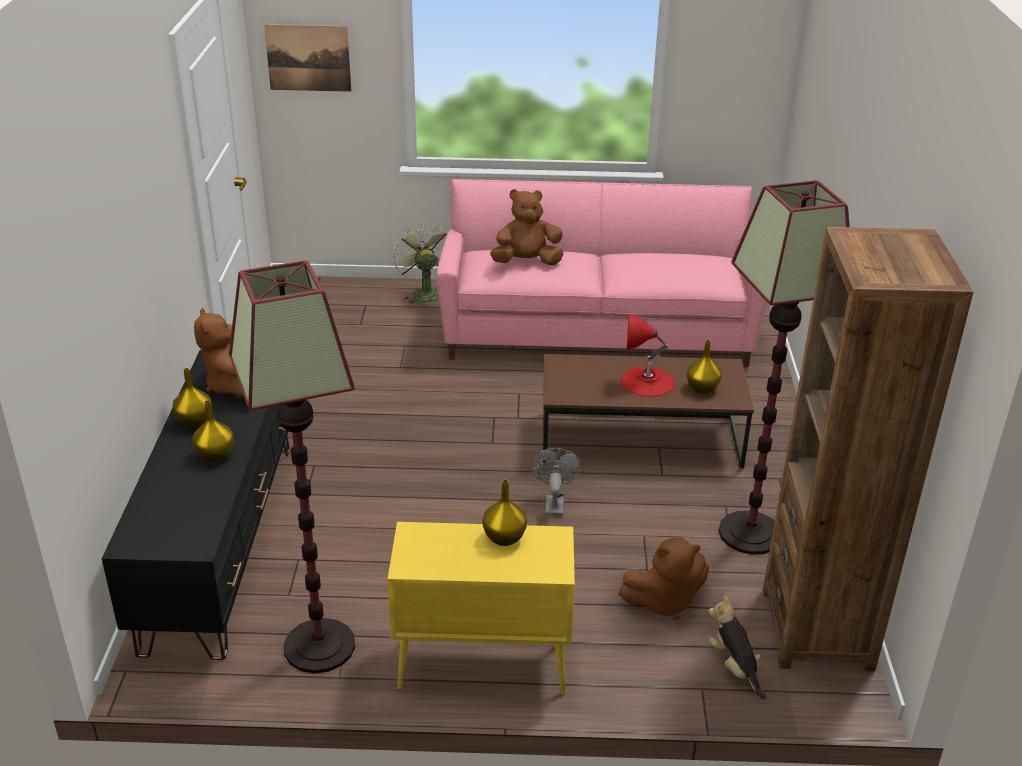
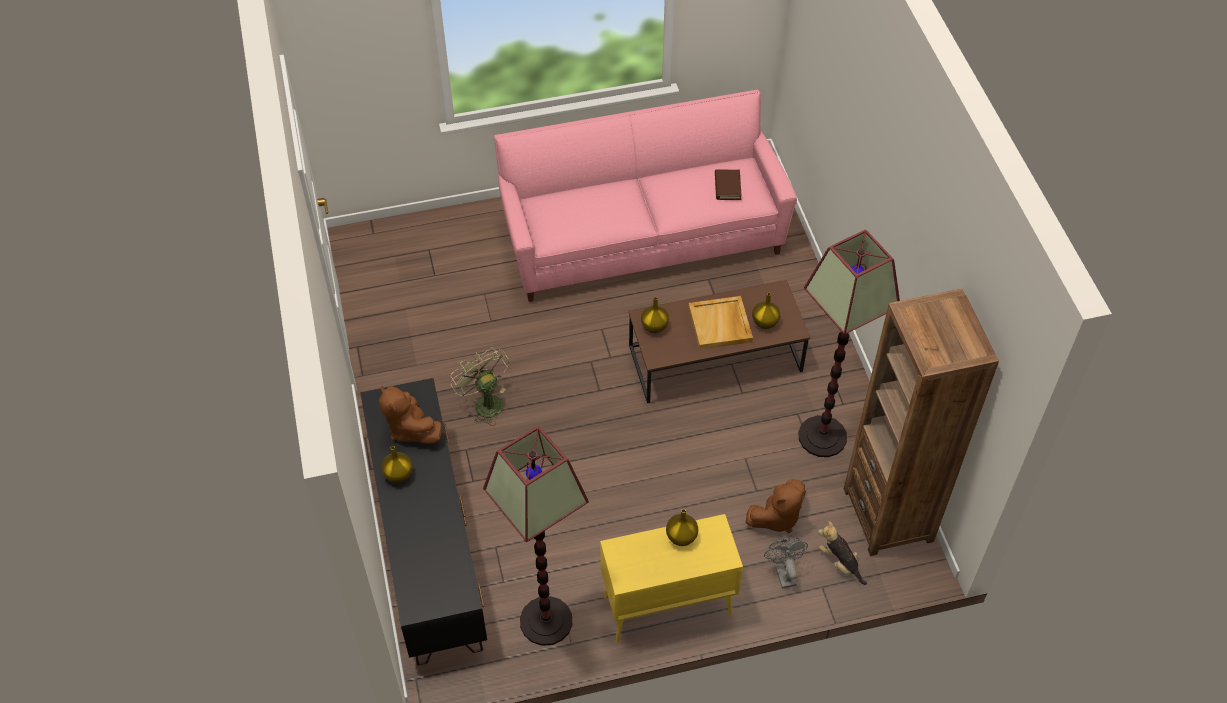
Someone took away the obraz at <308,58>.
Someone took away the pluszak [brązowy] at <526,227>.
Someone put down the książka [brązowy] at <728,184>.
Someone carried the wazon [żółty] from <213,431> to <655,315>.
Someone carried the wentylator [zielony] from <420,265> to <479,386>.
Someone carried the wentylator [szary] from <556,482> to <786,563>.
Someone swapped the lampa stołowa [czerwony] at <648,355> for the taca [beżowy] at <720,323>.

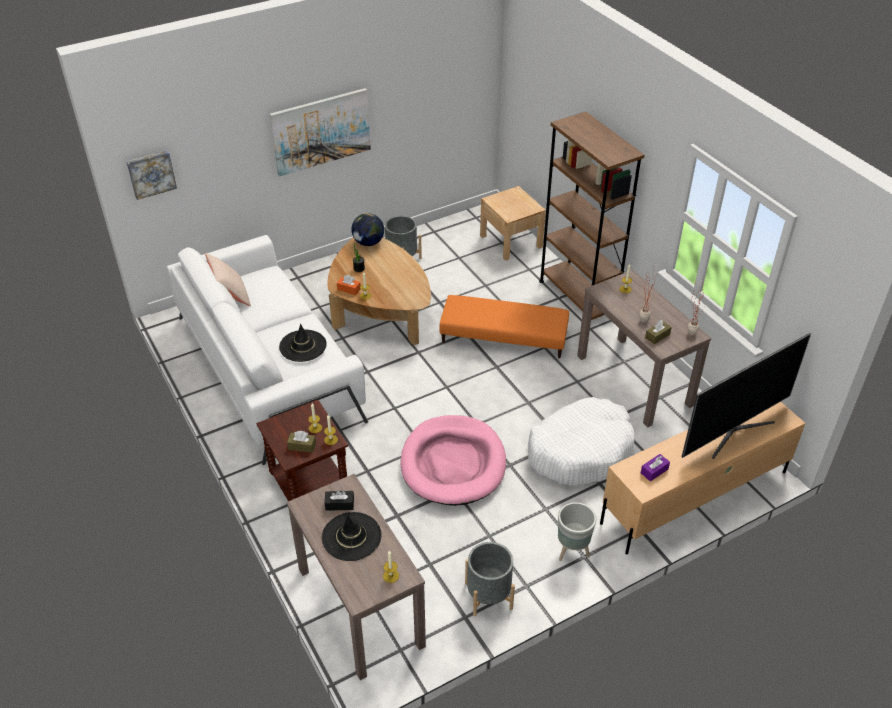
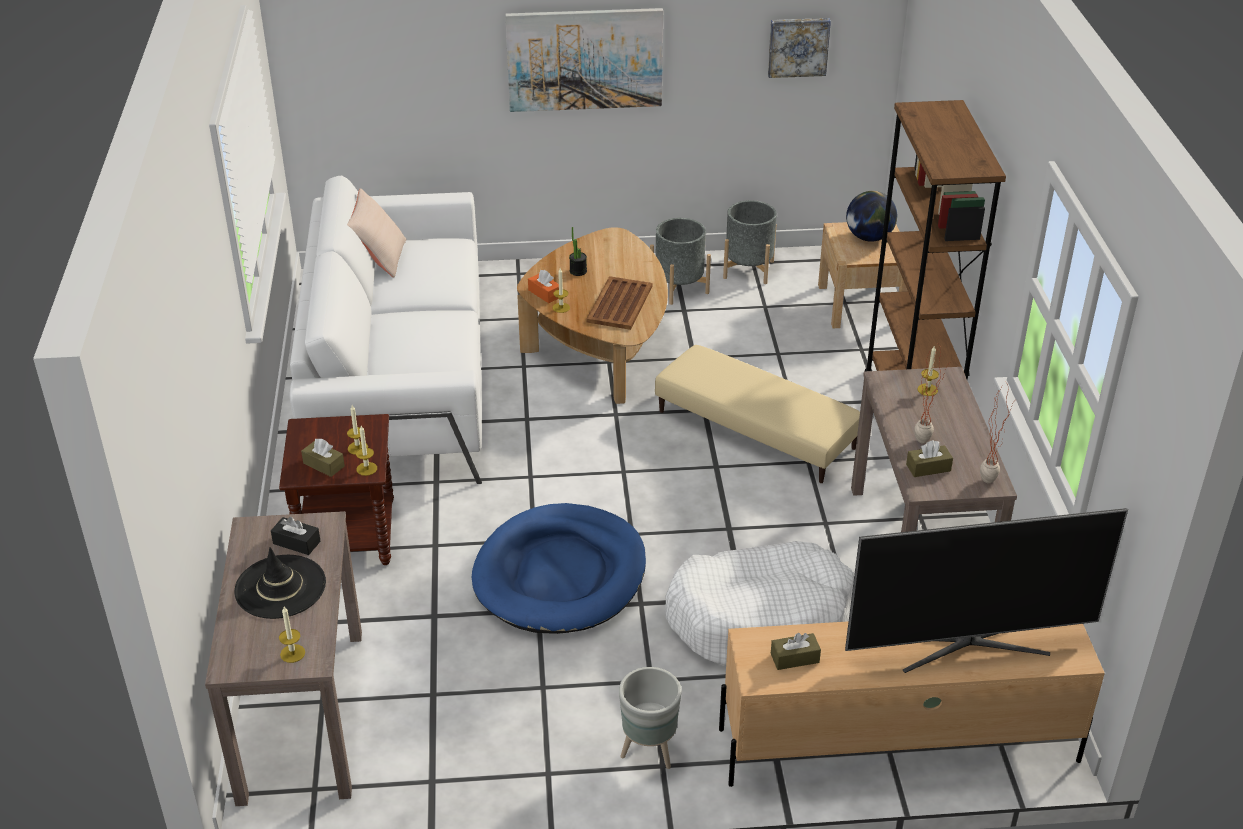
Someone took away the kapelusz [czarny] at <303,343>.
Someone put down the taca [brązowy] at <619,303>.
Someone carried the obraz from <151,175> to <799,48>.
Someone carried the globus from <367,229> to <871,216>.
Someone carried the donica [szary] from <490,579> to <750,242>.
Someone repainted the legowisko [różowy] at <453,460>, which became the legowisko [niebieski] at <559,568>.
Someone repainted the pufa [pomarańczowy] at <504,326>, which became the pufa [beżowy] at <757,414>.
Someone repainted the pudełko chusteczek [fioletowy] at <655,467>, which became the pudełko chusteczek [brązowy] at <796,651>.

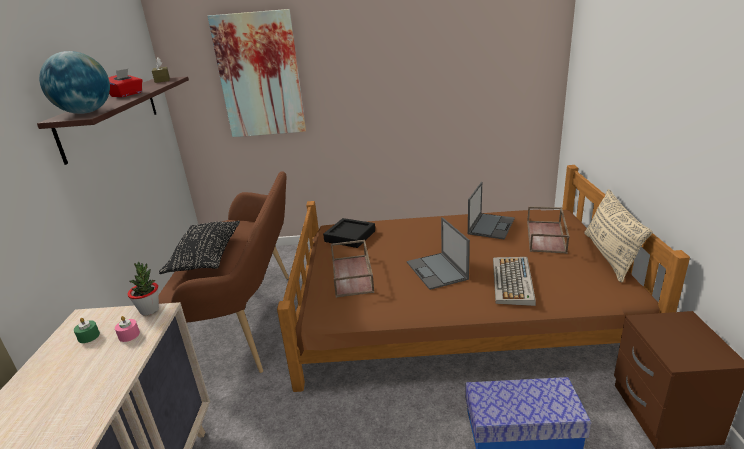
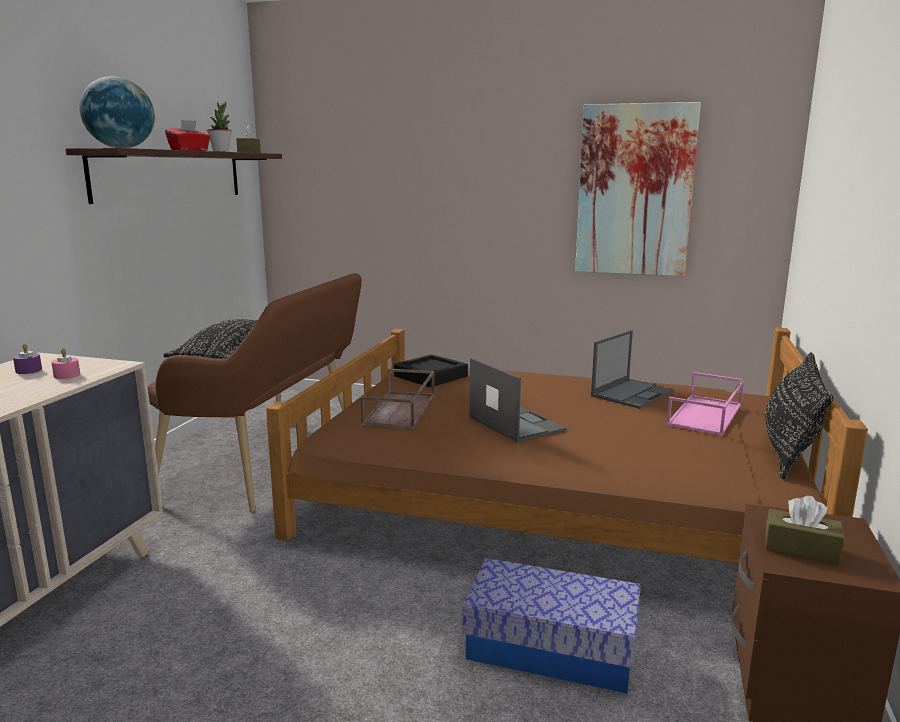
Someone took away the klawiatura at <514,281>.
Someone put down the pudełko chusteczek [brązowy] at <805,530>.
Someone carried the roślina doniczkowa from <143,288> to <219,127>.
Someone carried the obraz from <257,73> to <638,189>.
Someone repainted the świeca [zielony] at <87,330>, which became the świeca [fioletowy] at <27,359>.
Someone repainted the taca [brązowy] at <548,230>, which became the taca [różowy] at <705,404>.
Someone repainted the poduszka [beżowy] at <618,236>, which became the poduszka [czarny] at <799,415>.
Someone rotated the laptop at <438,253> by 150 degrees clockwise.

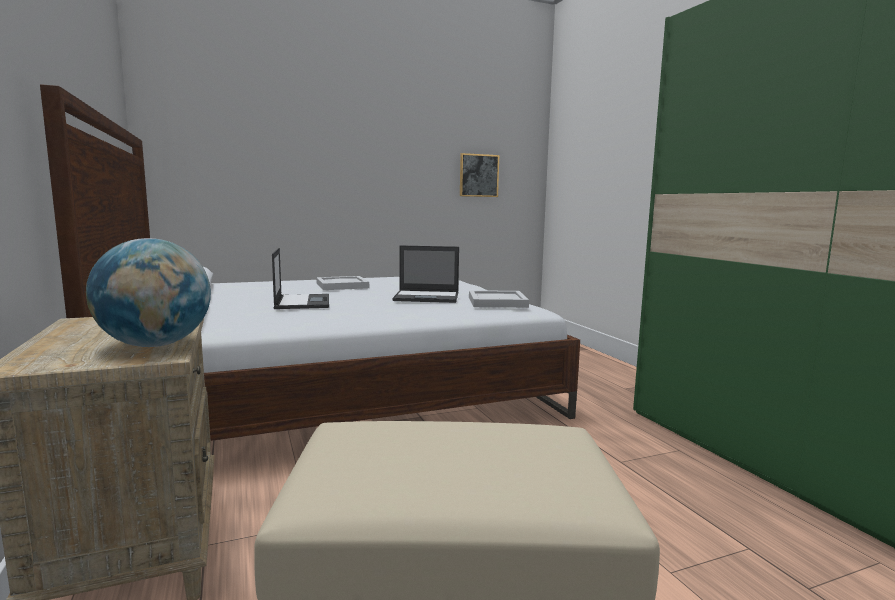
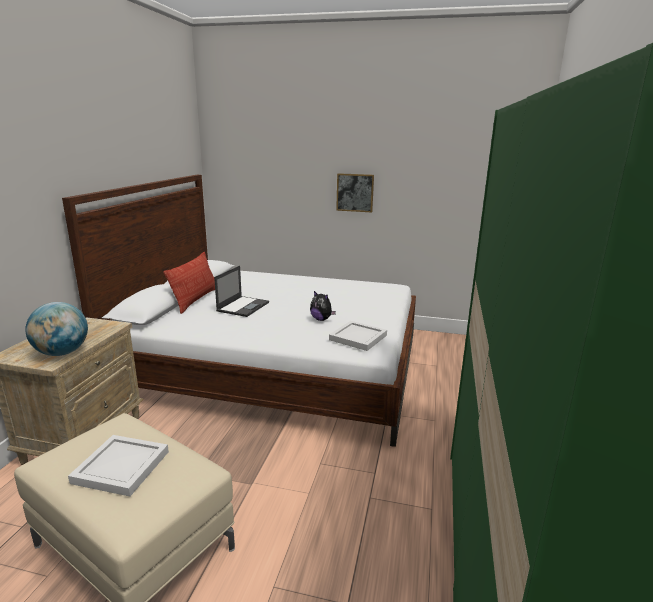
Someone put down the poduszka at <189,283>.
Someone carried the taca [biały] from <342,283> to <118,466>.
Someone carried the obraz from <479,175> to <355,192>.
Someone swapped the laptop at <425,274> for the pluszak at <323,306>.

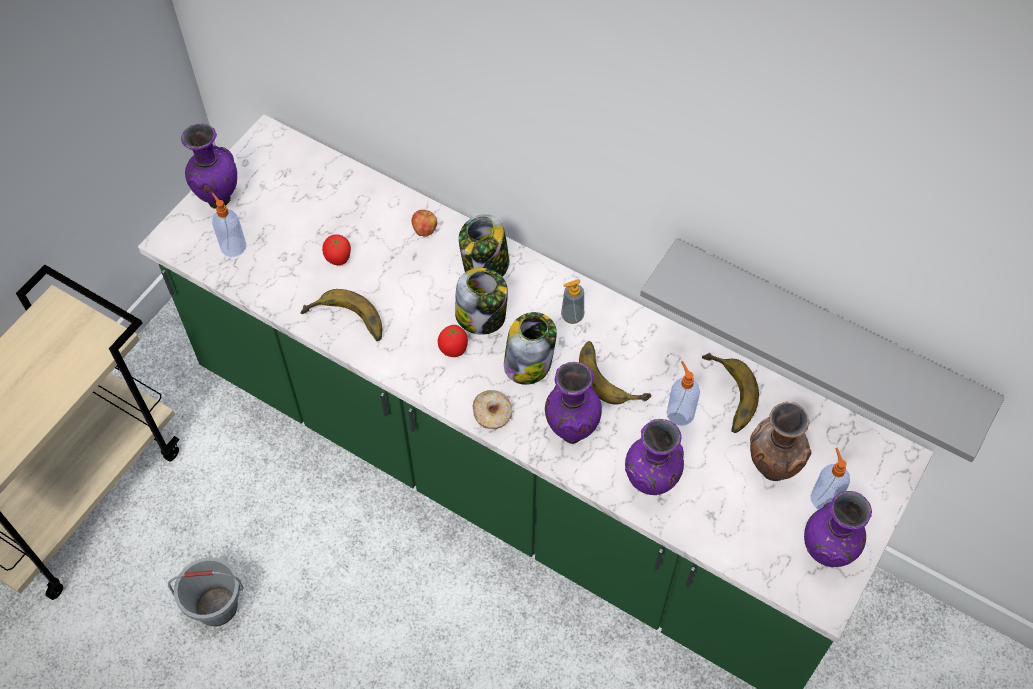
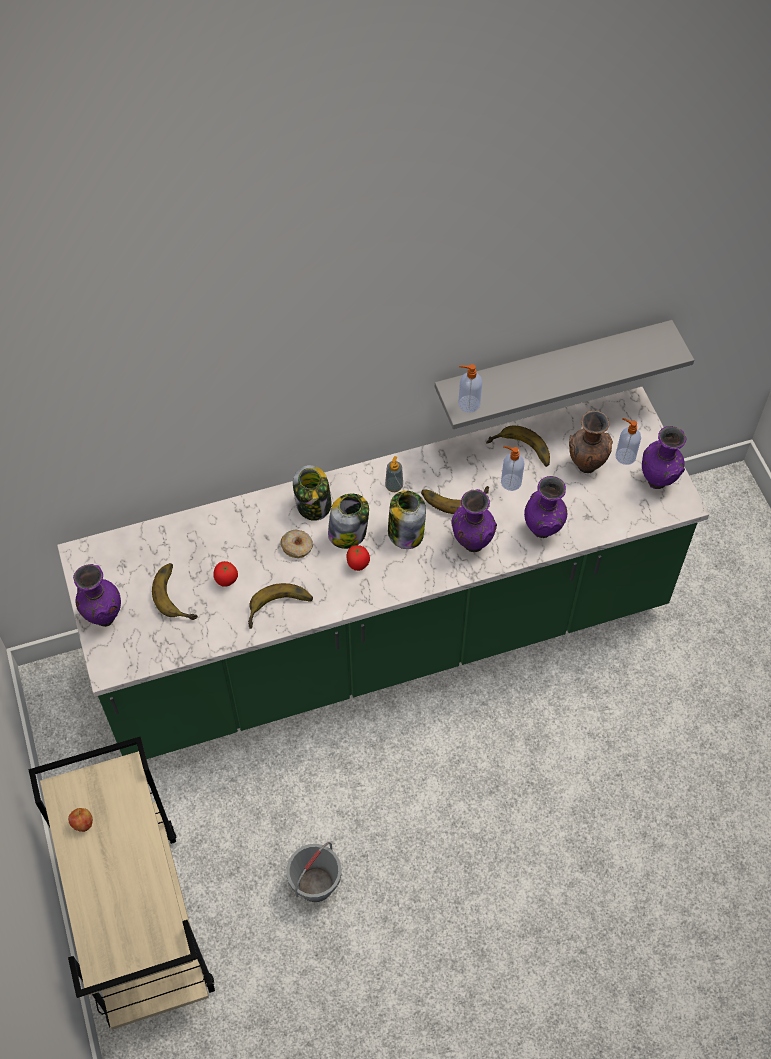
Someone put down the banan at <175,591>.
Someone carried the dozownik mydła from <229,225> to <470,388>.
Someone carried the jabłko from <424,223> to <80,820>.
Someone carried the donut from <492,409> to <296,543>.

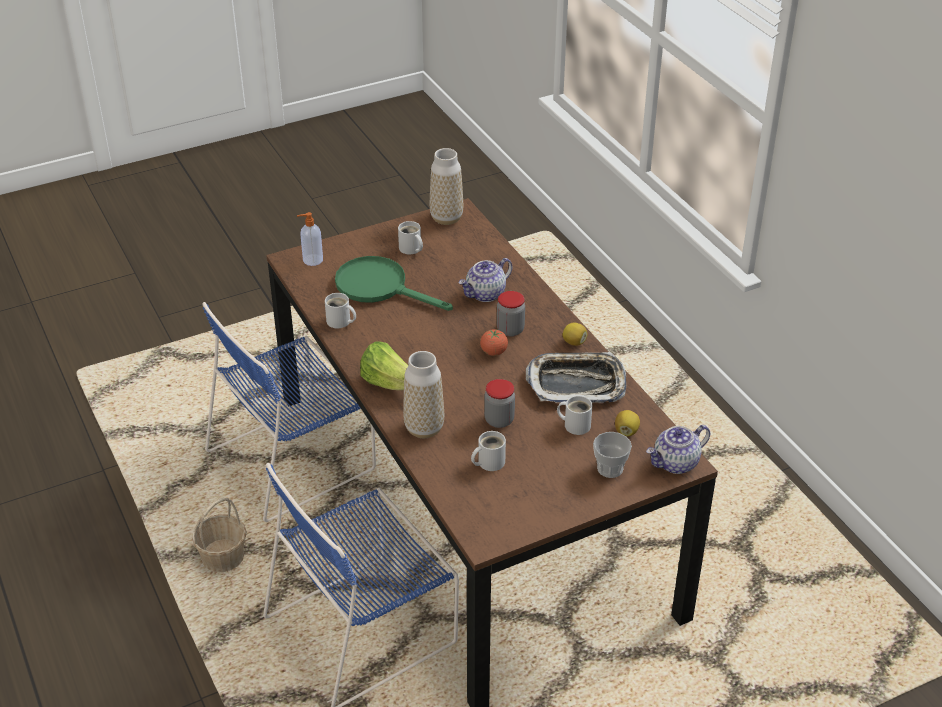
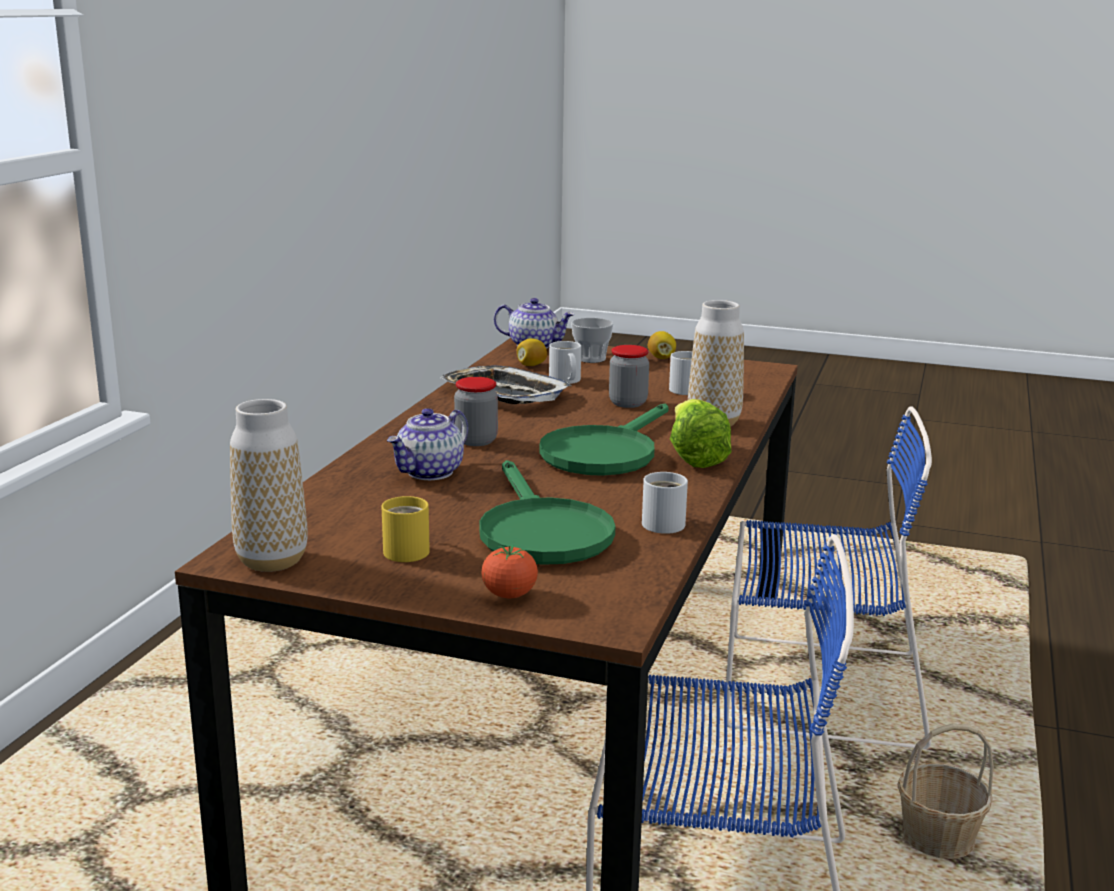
Someone took away the dozownik mydła at <310,239>.
Someone put down the patelnia [zielony] at <604,440>.
Someone carried the pomidor from <494,342> to <509,571>.
Someone carried the cytryna from <574,334> to <662,345>.
Someone repainted the kubek [biały] at <410,237>, which became the kubek [żółty] at <406,529>.
Someone rotated the imbryk at <486,280> by 120 degrees clockwise.

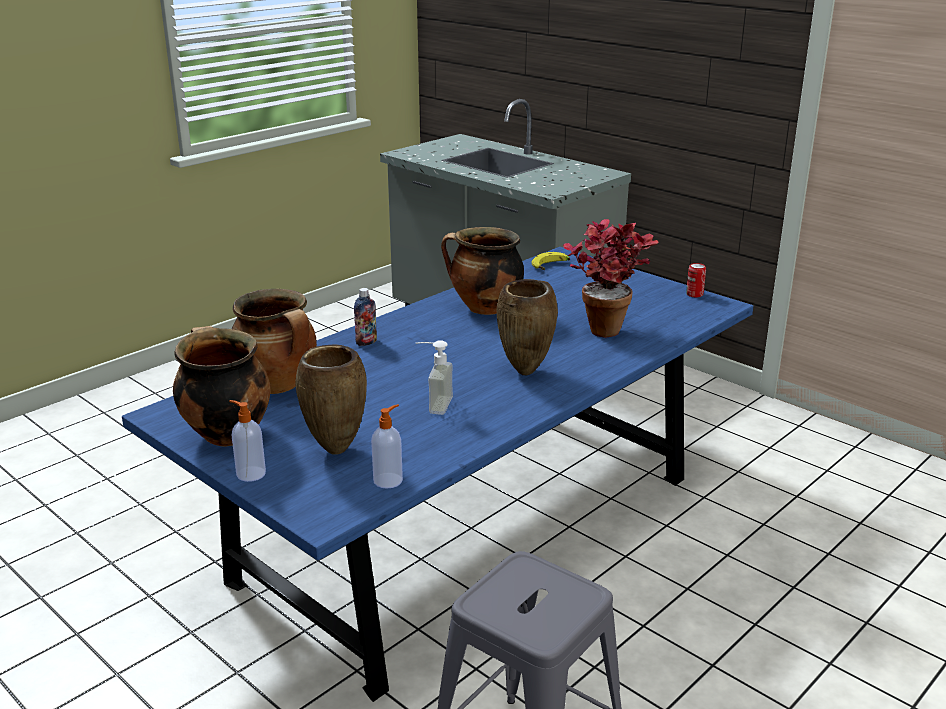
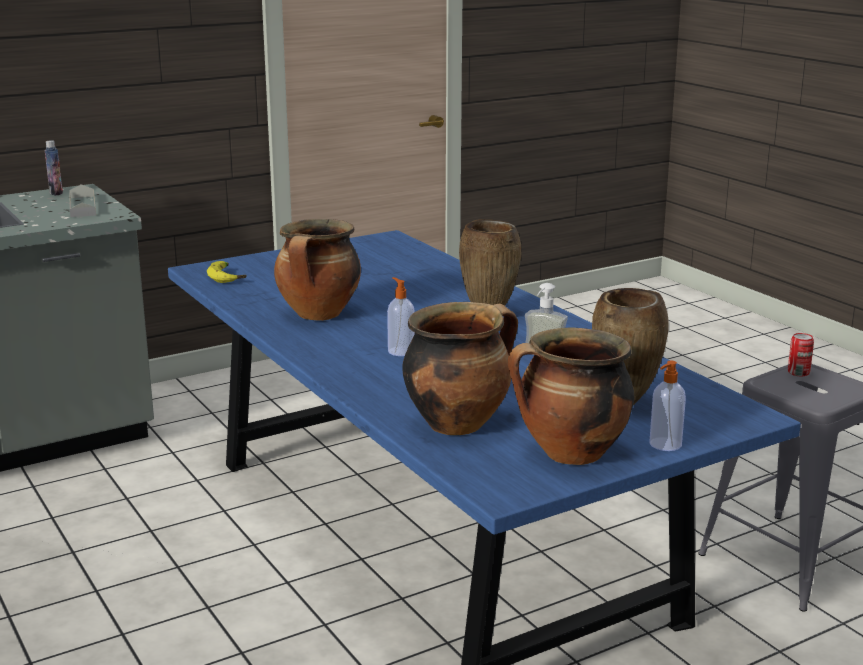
Someone took away the roślina doniczkowa at <610,278>.
Someone put down the taca [szary] at <82,200>.
Someone carried the butelka from <365,317> to <54,168>.
Someone carried the dozownik mydła from <387,446> to <401,316>.
Someone carried the puszka from <696,280> to <801,354>.

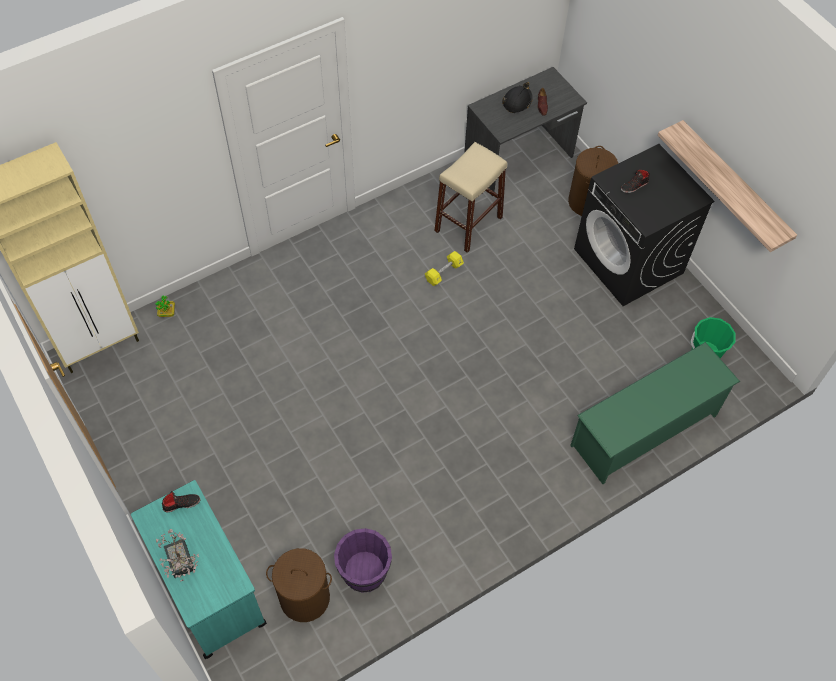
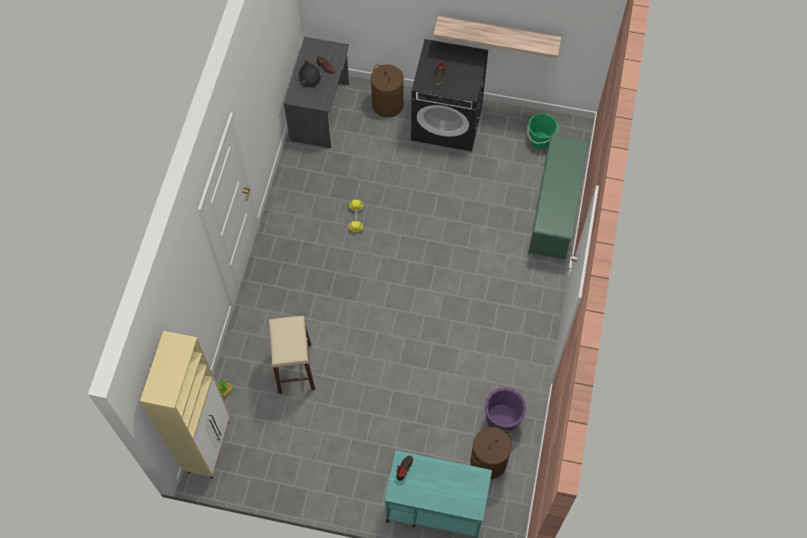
Someone took away the roślina doniczkowa at <177,555>.
Someone carried the stołek [beżowy] from <470,197> to <292,355>.

